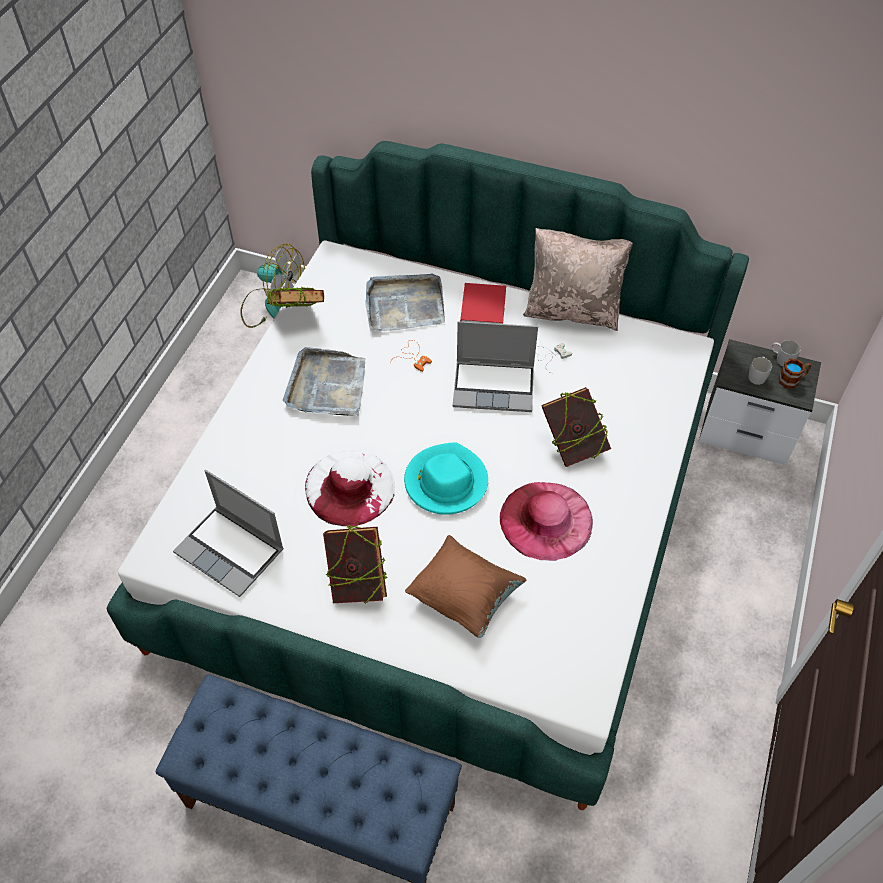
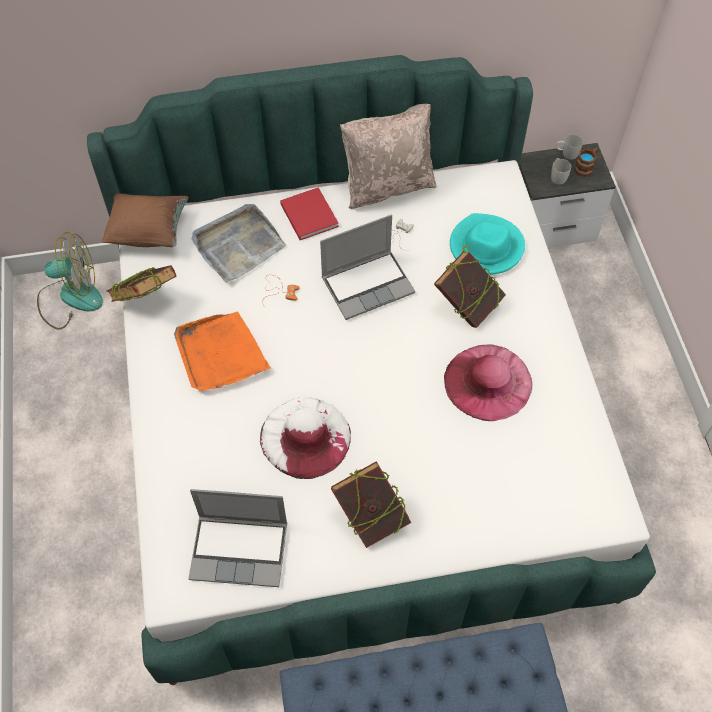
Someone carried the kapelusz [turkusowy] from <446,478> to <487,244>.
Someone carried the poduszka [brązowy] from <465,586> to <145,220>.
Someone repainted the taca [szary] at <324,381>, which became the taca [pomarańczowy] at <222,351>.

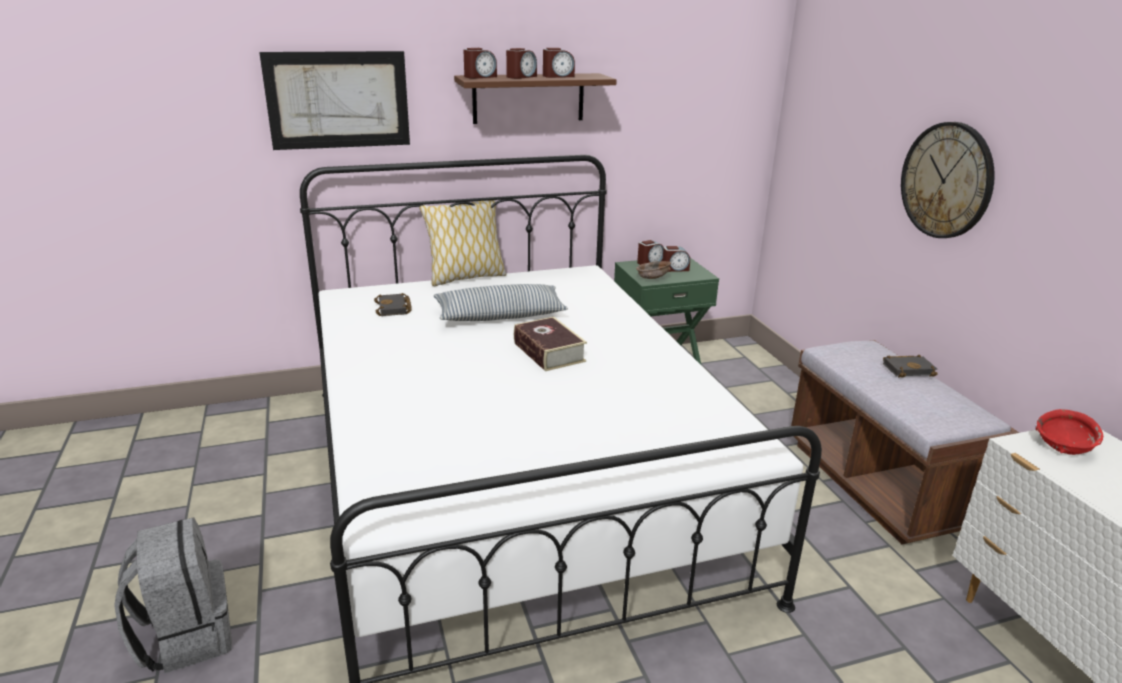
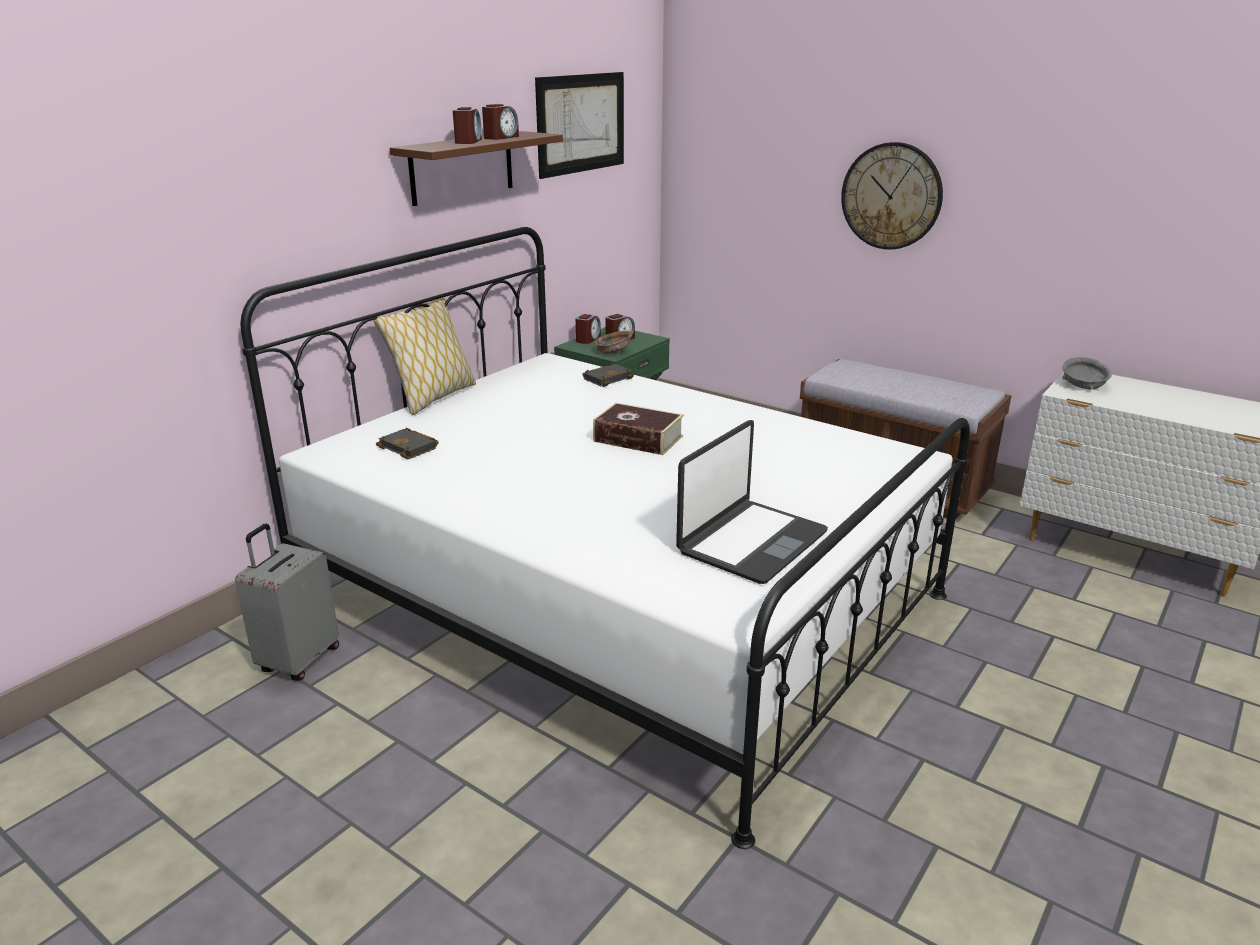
Someone took away the plecak [szary] at <173,595>.
Someone took away the poduszka at <501,302>.
Someone took away the budzik at <480,63>.
Someone put down the walizka [szary] at <287,602>.
Someone put down the laptop at <752,502>.
Someone carried the obraz from <334,100> to <579,125>.
Someone carried the książka [czarny] from <910,366> to <608,375>.
Someone repainted the miska [czerwony] at <1069,432>, which became the miska [szary] at <1087,373>.

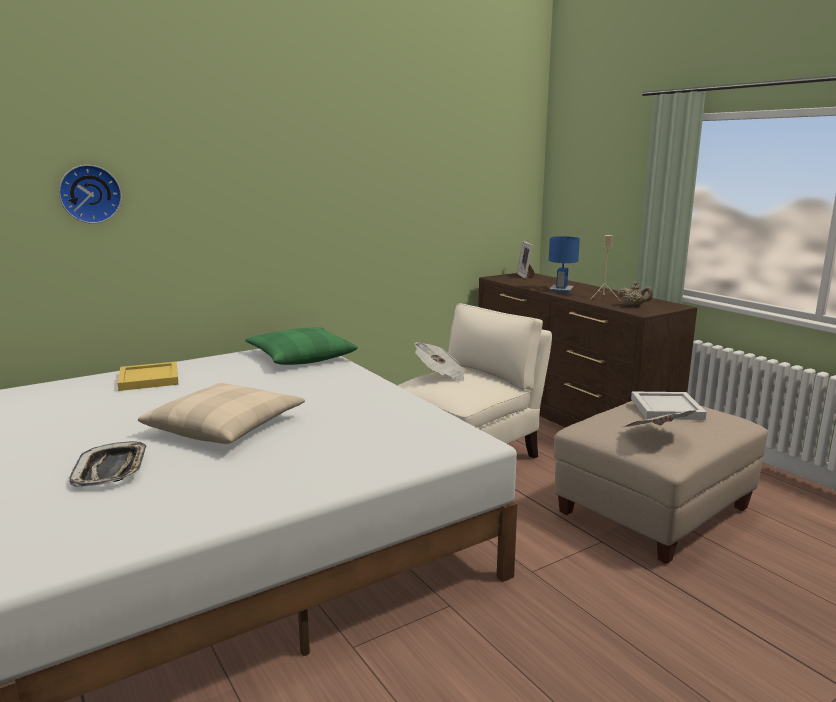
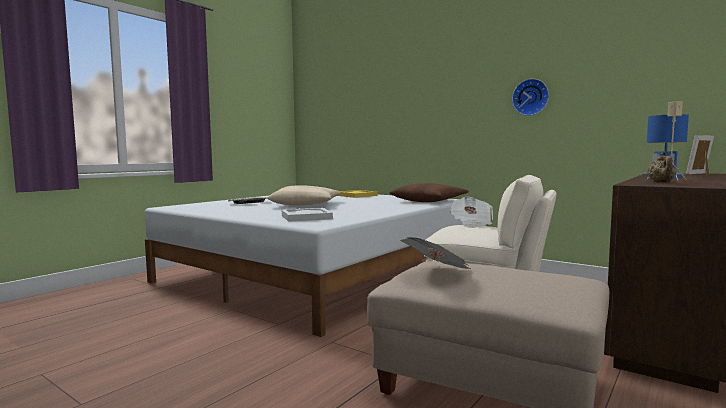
Someone carried the zegar ścienny from <90,194> to <530,97>.
Someone carried the taca [biały] from <669,405> to <307,215>.
Someone repainted the poduszka [zielony] at <301,346>, which became the poduszka [brązowy] at <429,192>.

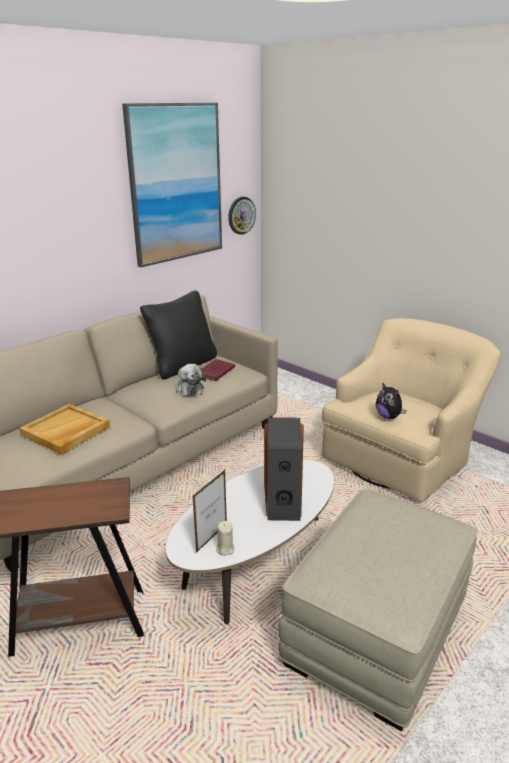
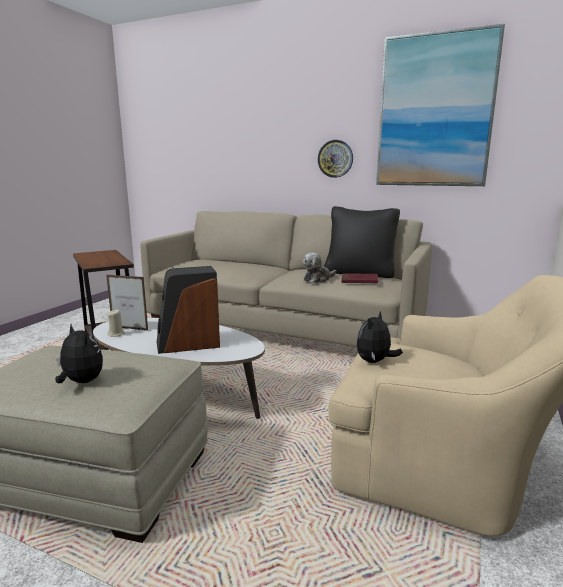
Someone took away the taca [beżowy] at <64,429>.
Someone put down the pluszak at <79,353>.
Someone carried the zegar ścienny from <242,216> to <335,159>.

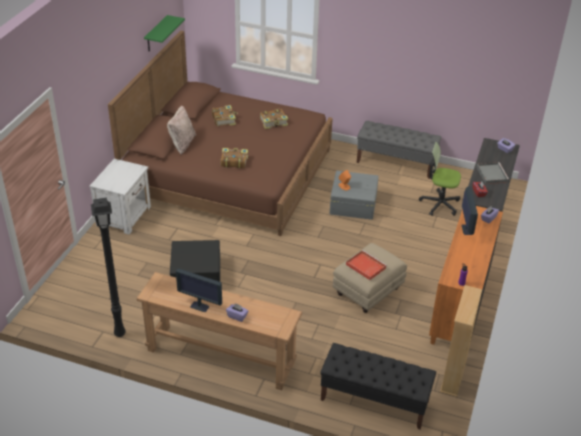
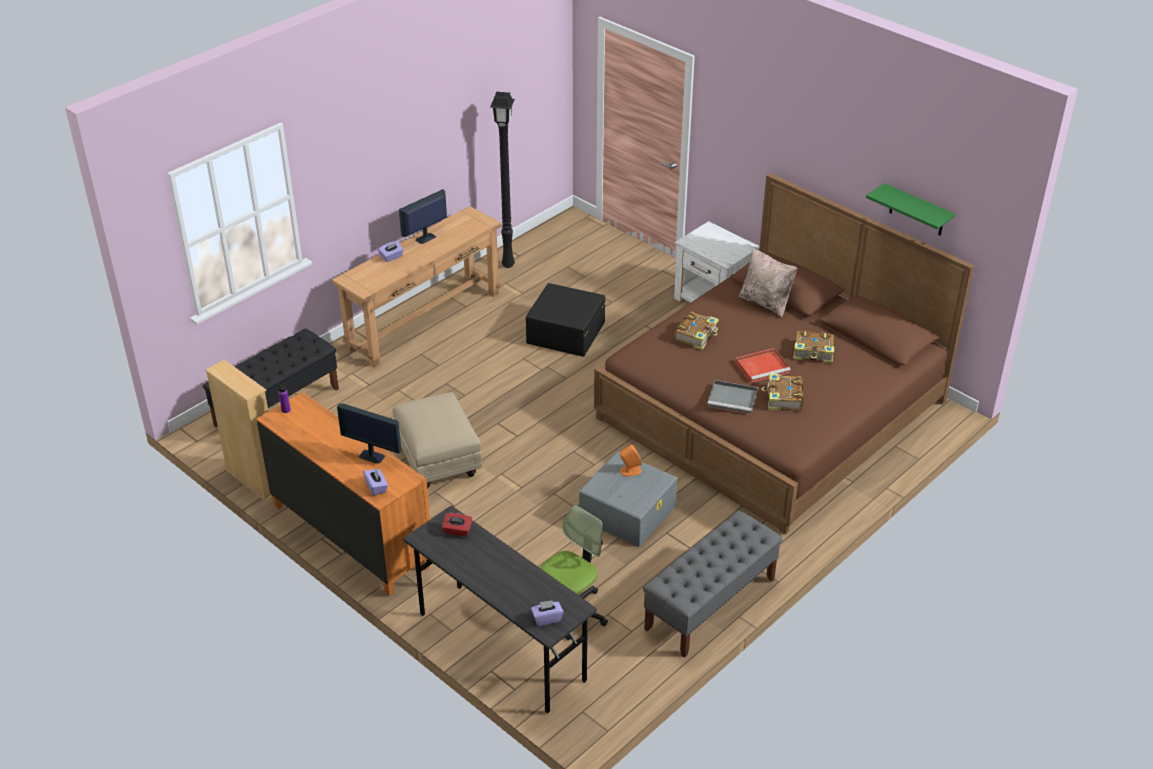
Someone carried the taca [czerwony] from <366,265> to <762,365>.
Someone carried the taca [szary] from <492,173> to <732,397>.

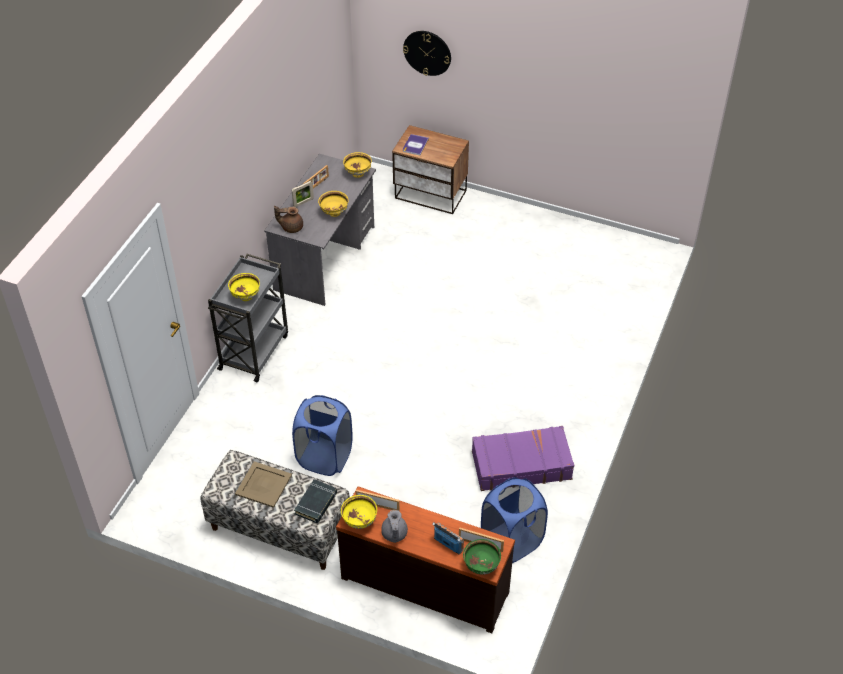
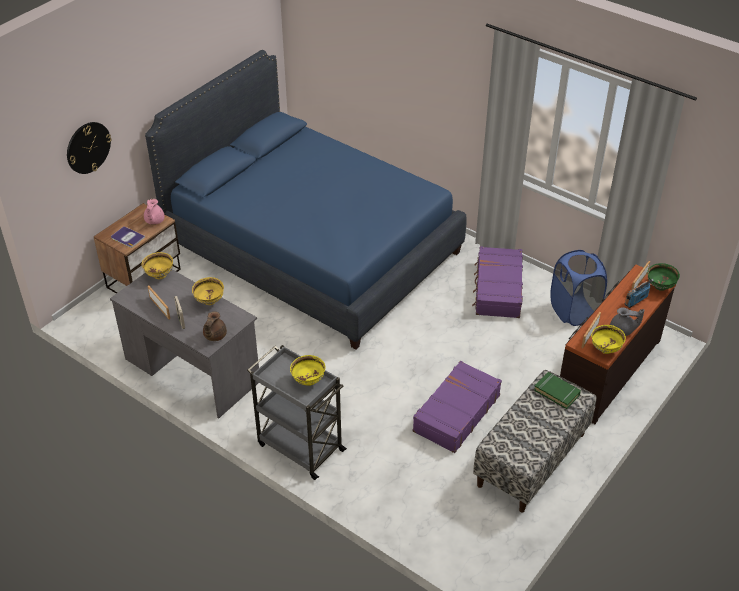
Someone took away the taca [beżowy] at <263,484>.
Someone put down the imbryk [różowy] at <154,212>.
Someone put down the łóżko [niebieski] at <306,199>.
Someone swapped the kosz na pranie [niebieski] at <322,435> for the walizka [fioletowy] at <457,407>.
Someone repainted the książka [czarny] at <315,501>, which became the książka [zielony] at <557,390>.

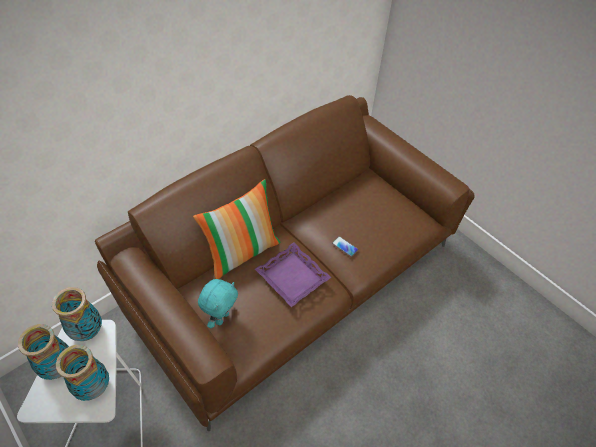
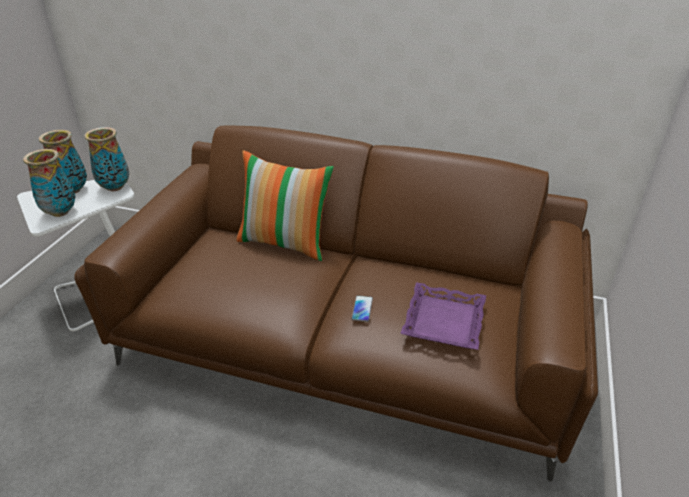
Someone took away the pluszak [turkusowy] at <218,304>.
Someone carried the taca [fioletowy] from <293,275> to <443,316>.

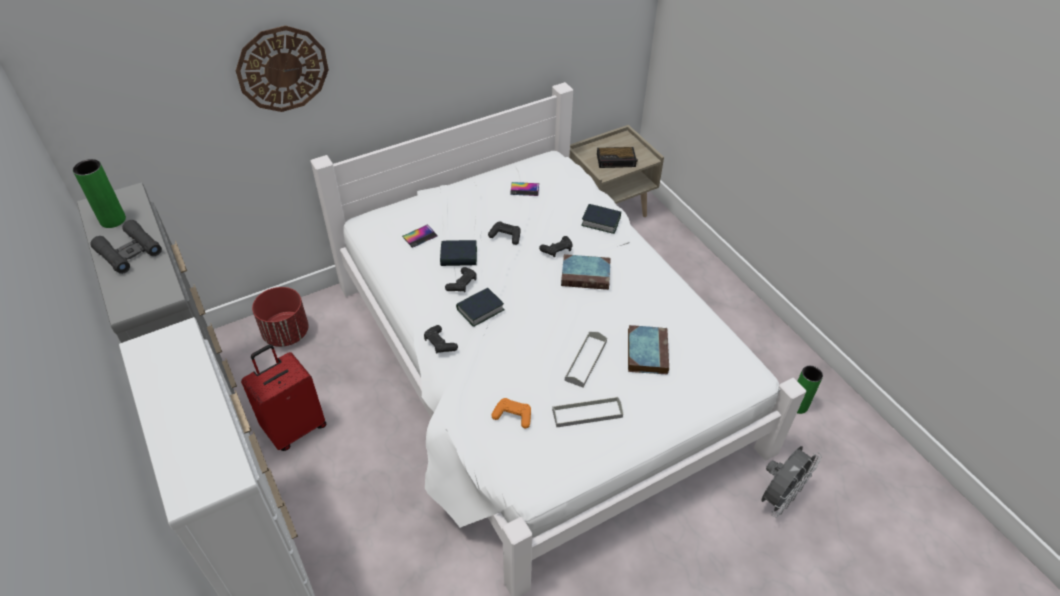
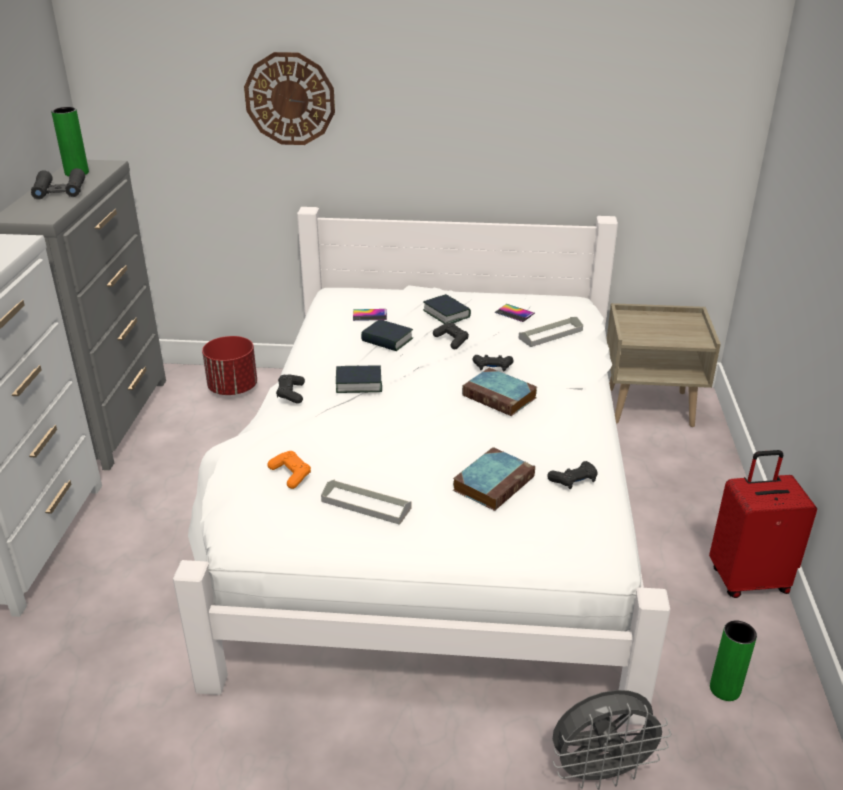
Someone took away the budzik at <617,157>.
Someone carried the walizka [czerwony] from <283,397> to <763,524>.
Someone carried the pad do gier [czarny] from <461,279> to <572,475>.
Someone carried the taca [szary] from <586,360> to <550,332>.
Someone carried the książka from <601,219> to <447,309>.

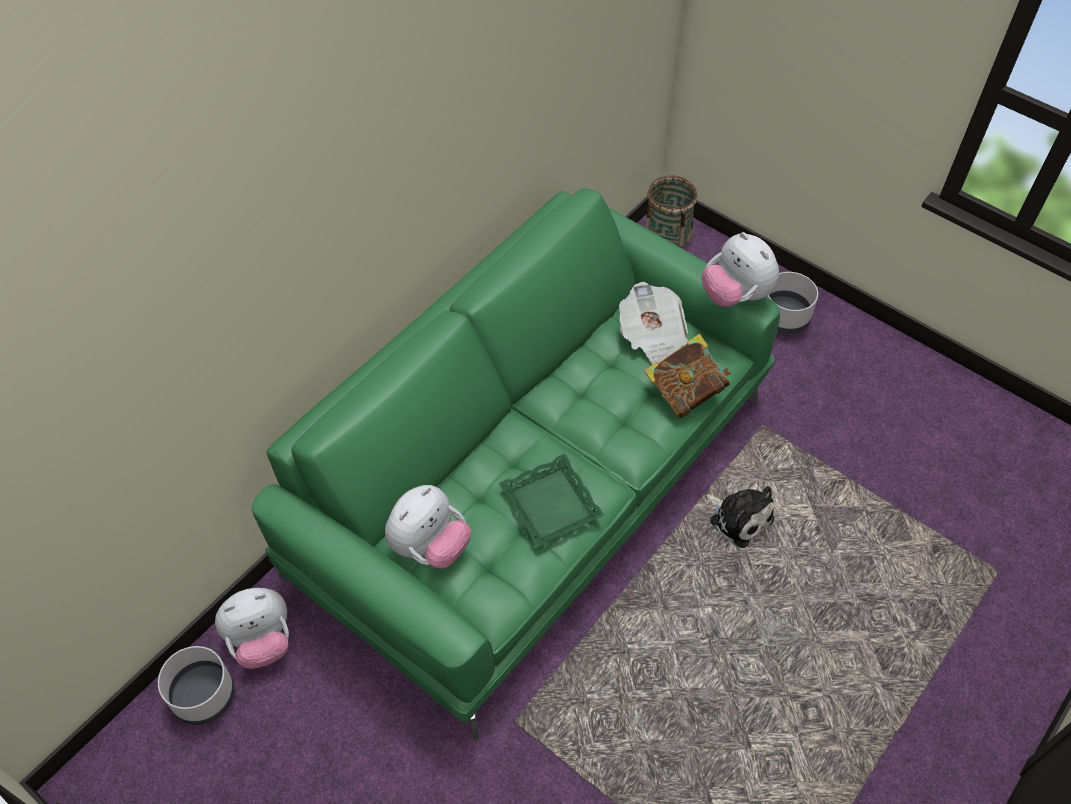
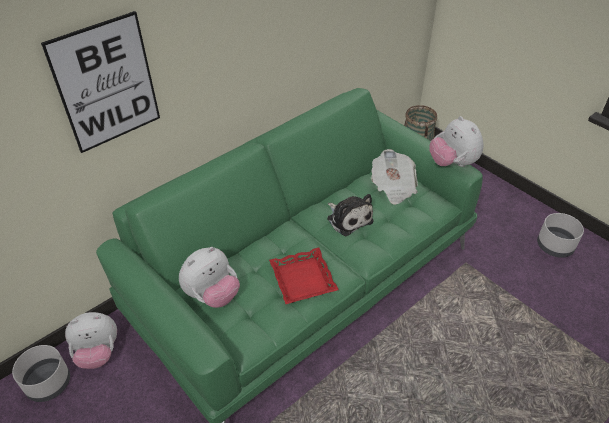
Someone took away the książka at <687,376>.
Someone put up the obraz at <100,82>.
Someone carried the pluszak from <740,517> to <350,215>.
Someone carried the donica [szary] from <792,303> to <560,235>.
Someone repainted the taca [zielony] at <552,500>, which became the taca [czerwony] at <304,275>.

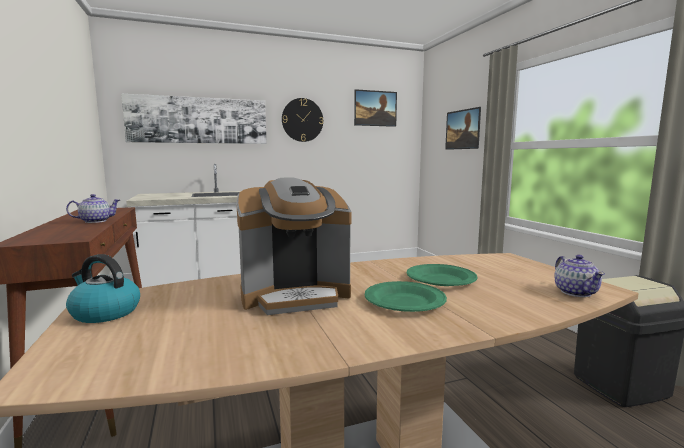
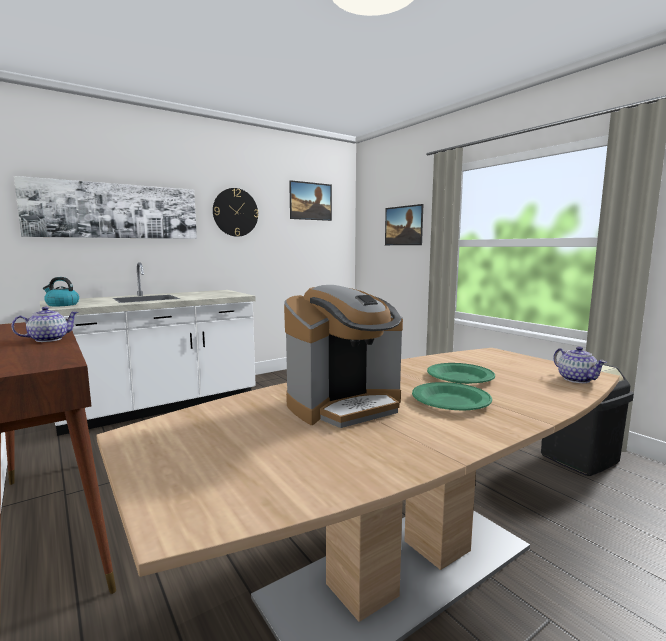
Someone carried the czajnik from <103,288> to <61,291>.

